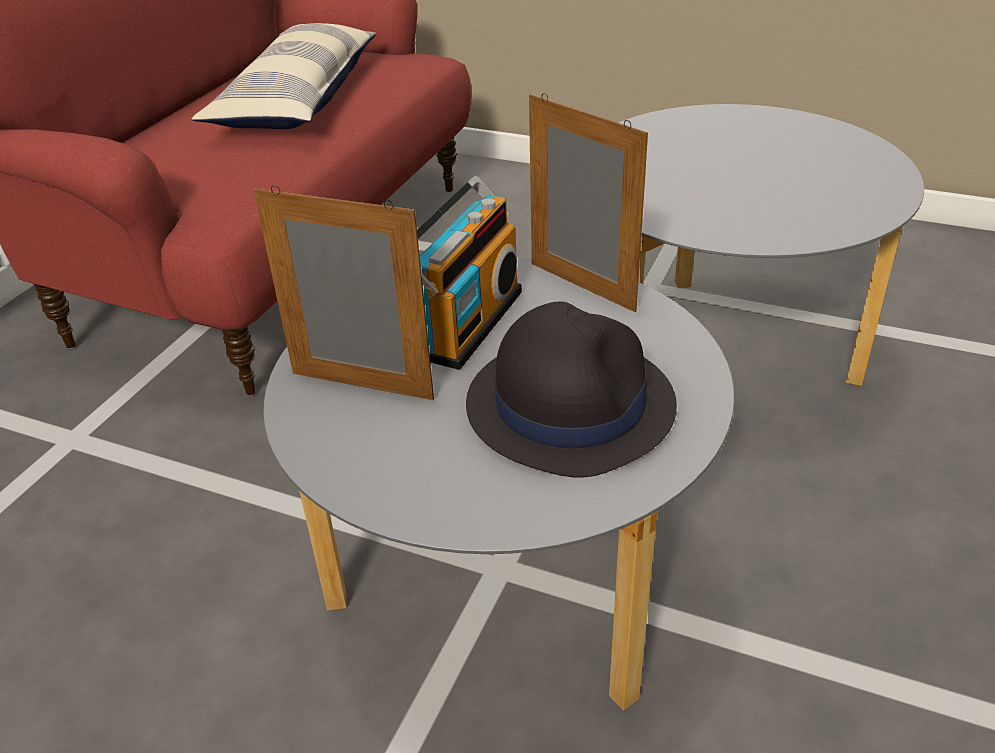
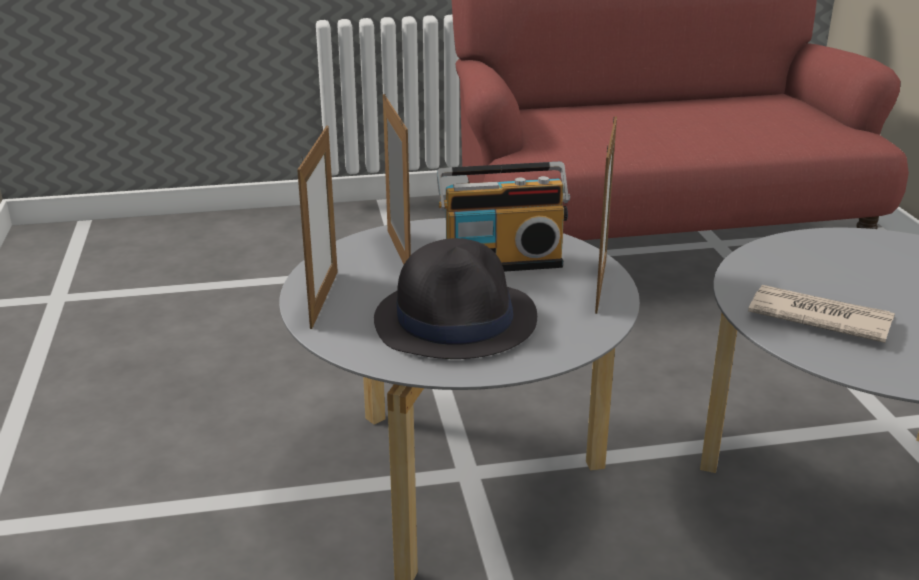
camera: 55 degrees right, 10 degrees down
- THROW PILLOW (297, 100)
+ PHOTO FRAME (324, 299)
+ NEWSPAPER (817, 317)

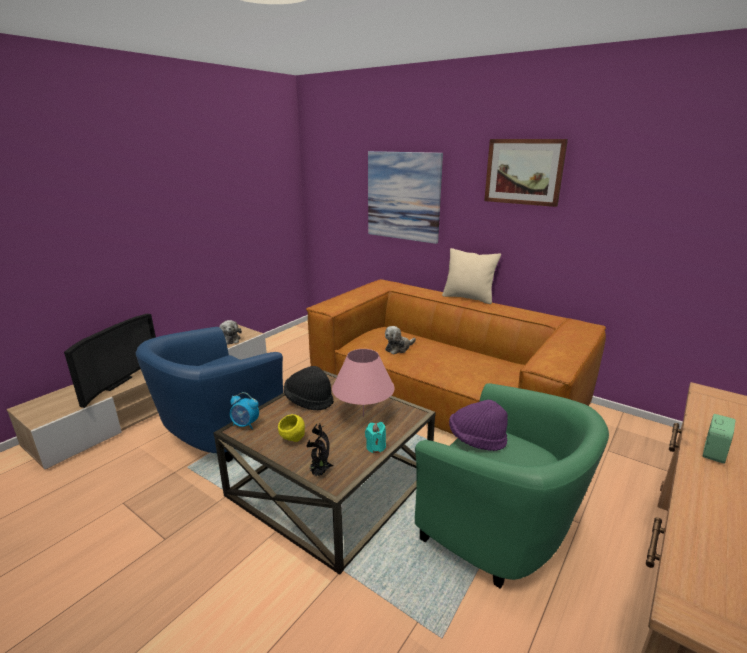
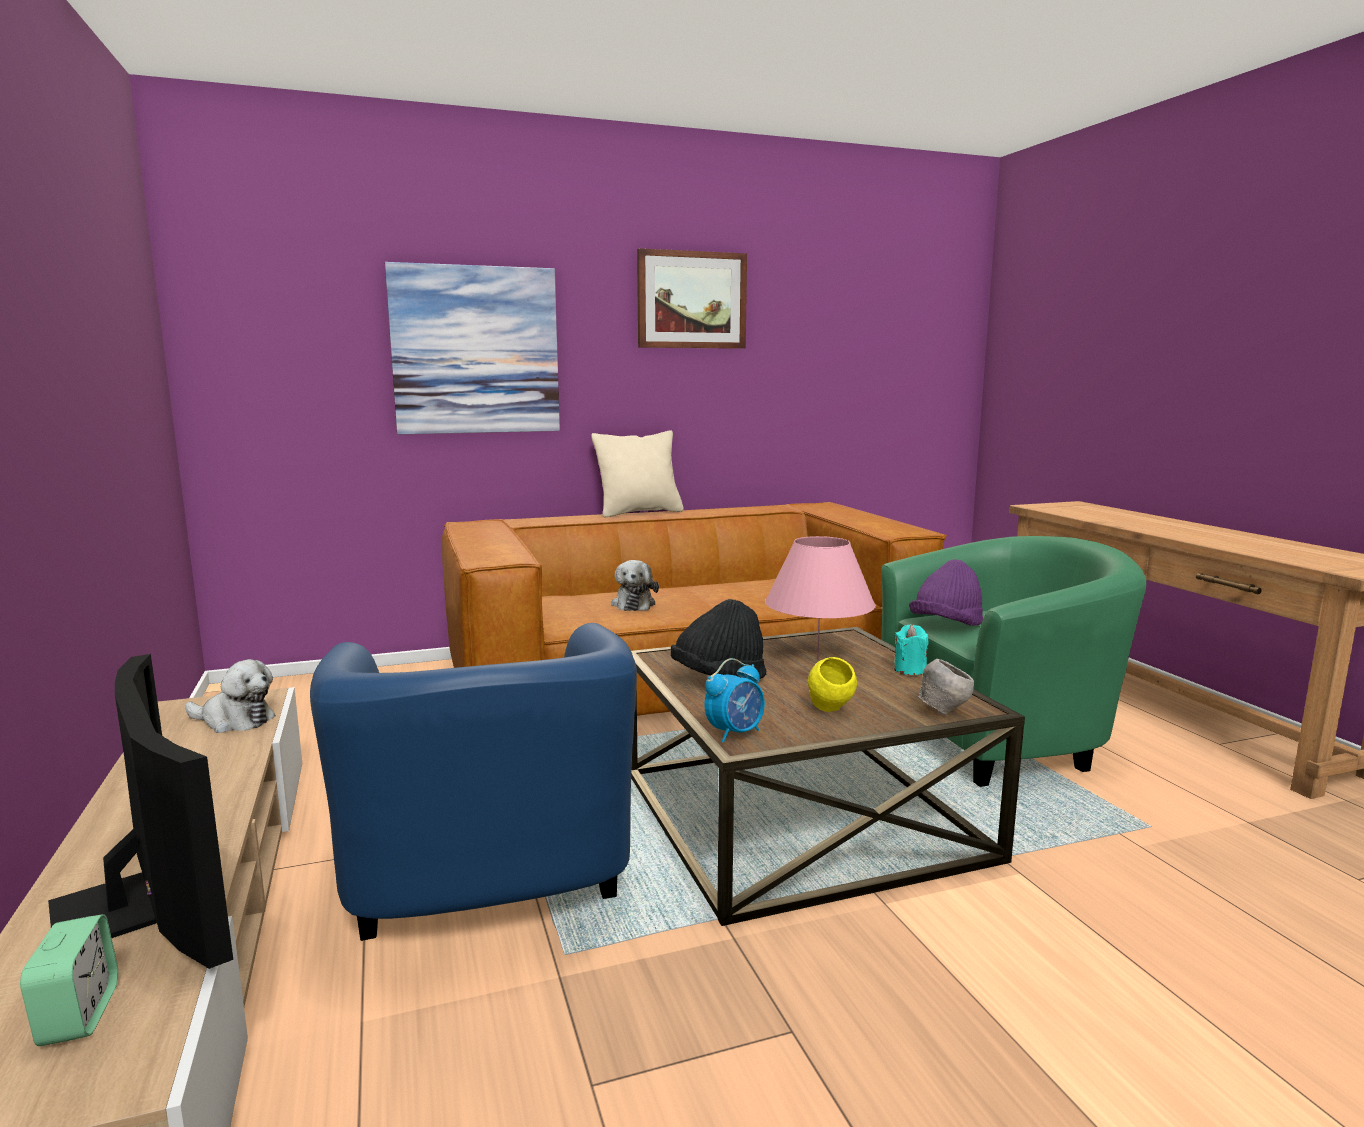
camera: 55 degrees left, 10 degrees down
~ TABLE CLOCK (713, 452) to (78, 1015)
~ POTTED PLANT (319, 473) to GREY SERVING BOWL (943, 712)

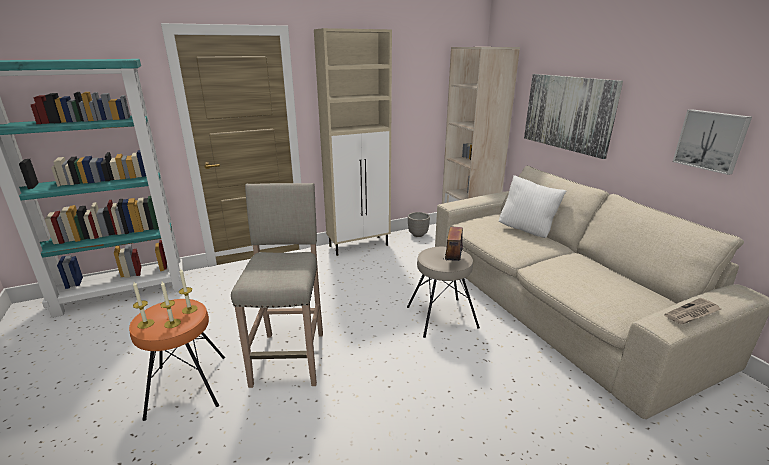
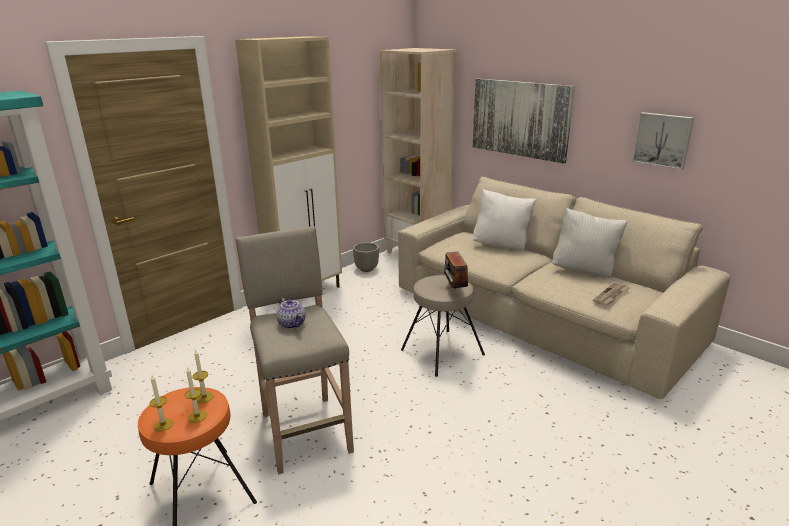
camera: 20 degrees left, 0 degrees up
+ TEA POT (292, 324)
+ WHITISH THROW PILLOW (584, 271)
~ NEWSPAPER (692, 313) to (611, 295)

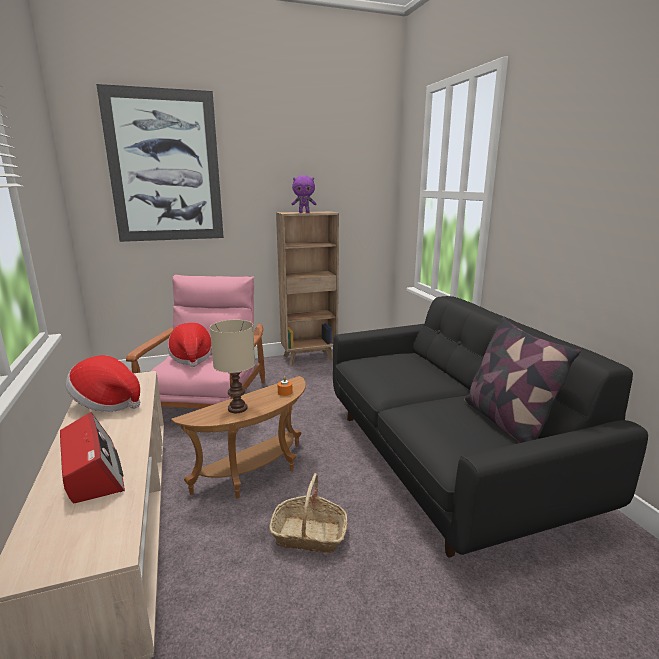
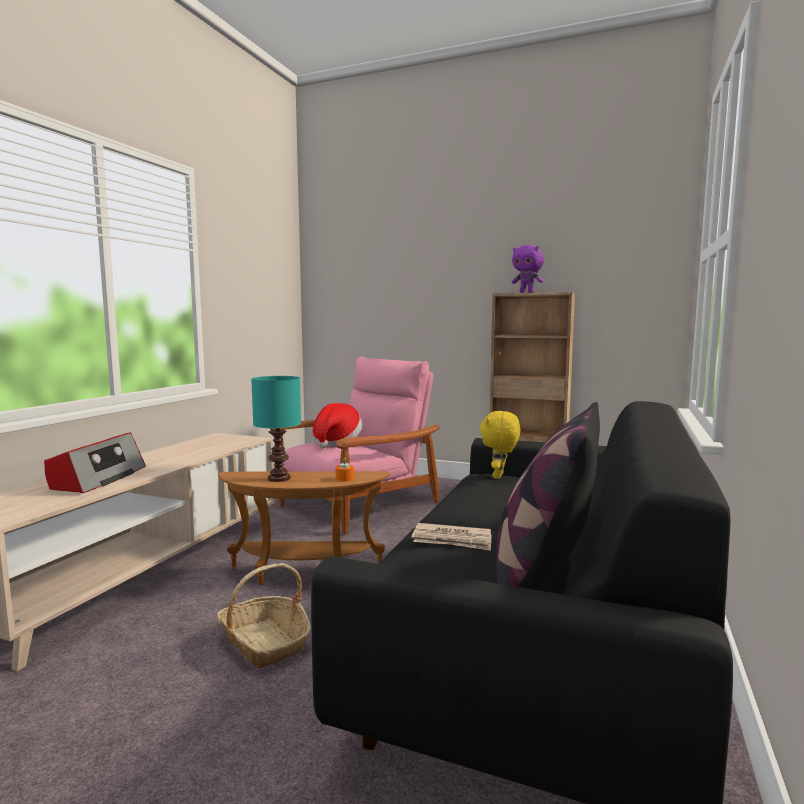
camera: 40 degrees right, 10 degrees down
- HAT (107, 403)
- WALL ART (165, 167)
+ NEWSPAPER (452, 540)
+ YELLOW PLUSH TOY (499, 476)
~ BEIGE-COLOURED TABLETOP LAMP (238, 408) to TURQUOISE-COLOURED TABLETOP LAMP (280, 478)

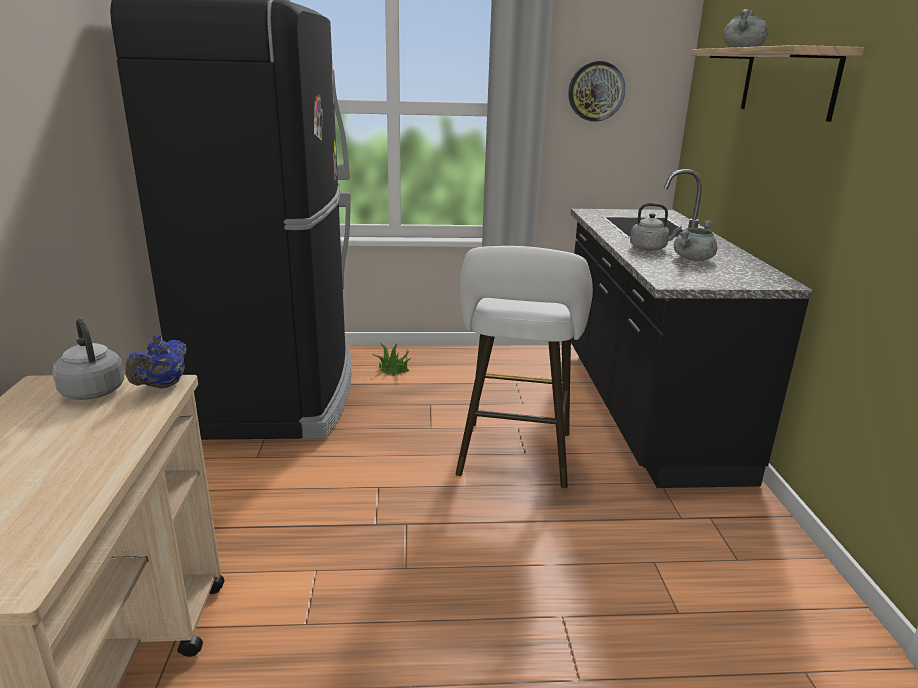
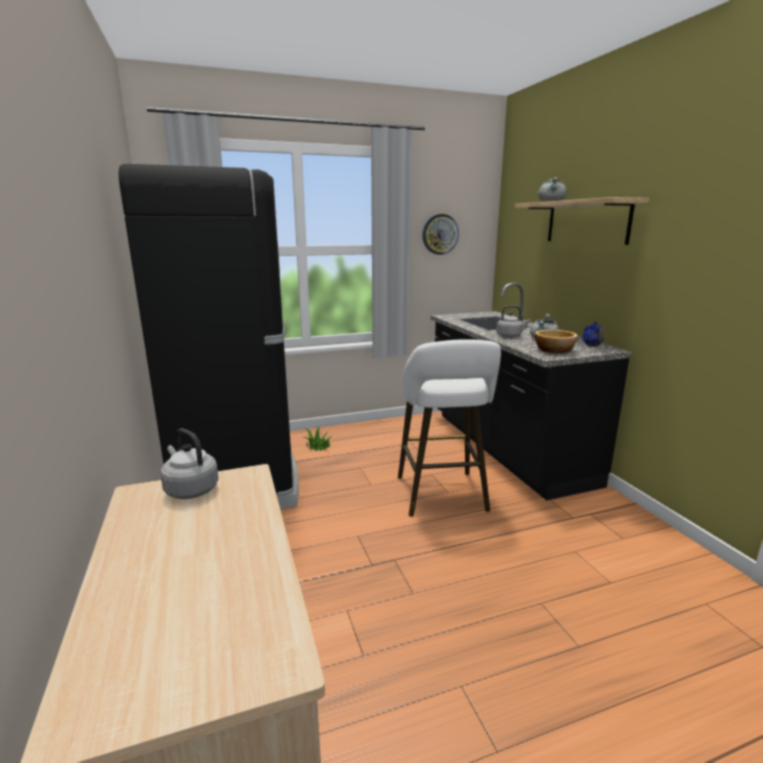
camera: 15 degrees left, 5 degrees down
+ SERVING BOWL (554, 350)
~ BLUISH TEA POT (162, 386) to (592, 346)

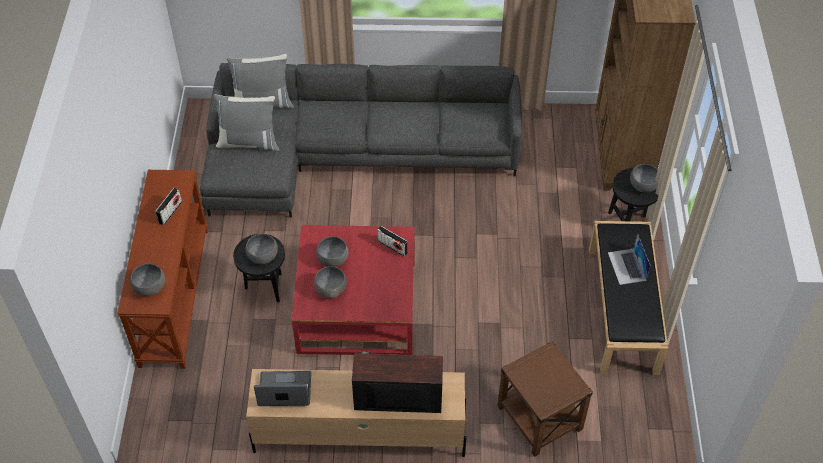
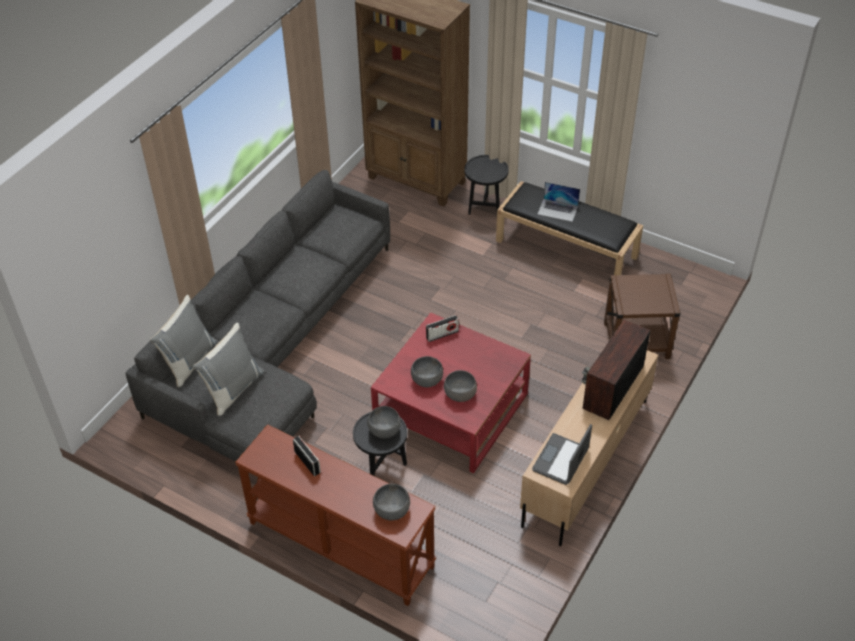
camera: 60 degrees left, 5 degrees down
- GREY SERVING BOWL (643, 185)

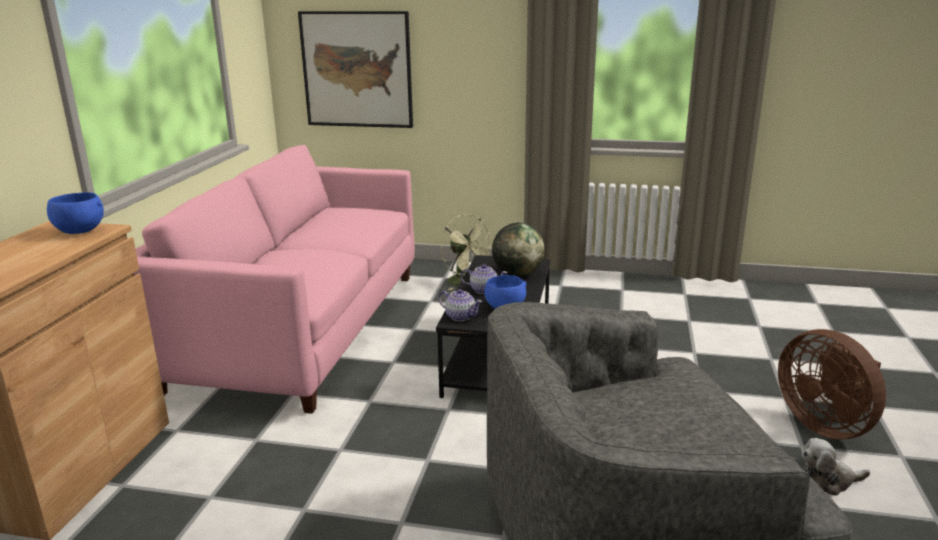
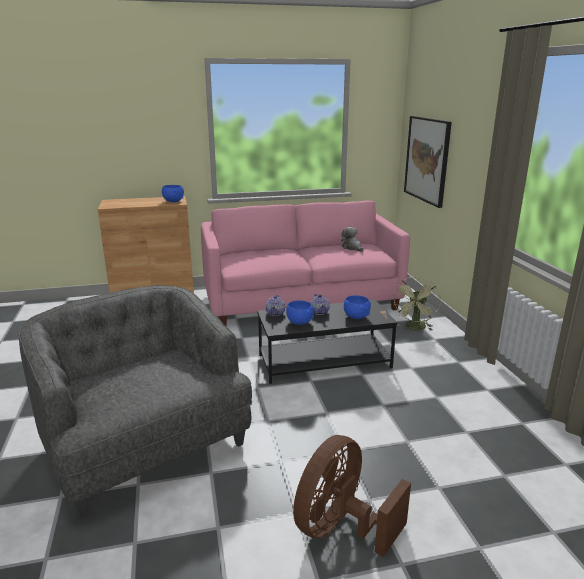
camera: 65 degrees right, 0 degrees up
~ PLUSH TOY (828, 481) to (352, 248)
~ DESK GLOBE (517, 274) to BLUISH SERVING BOWL (356, 316)

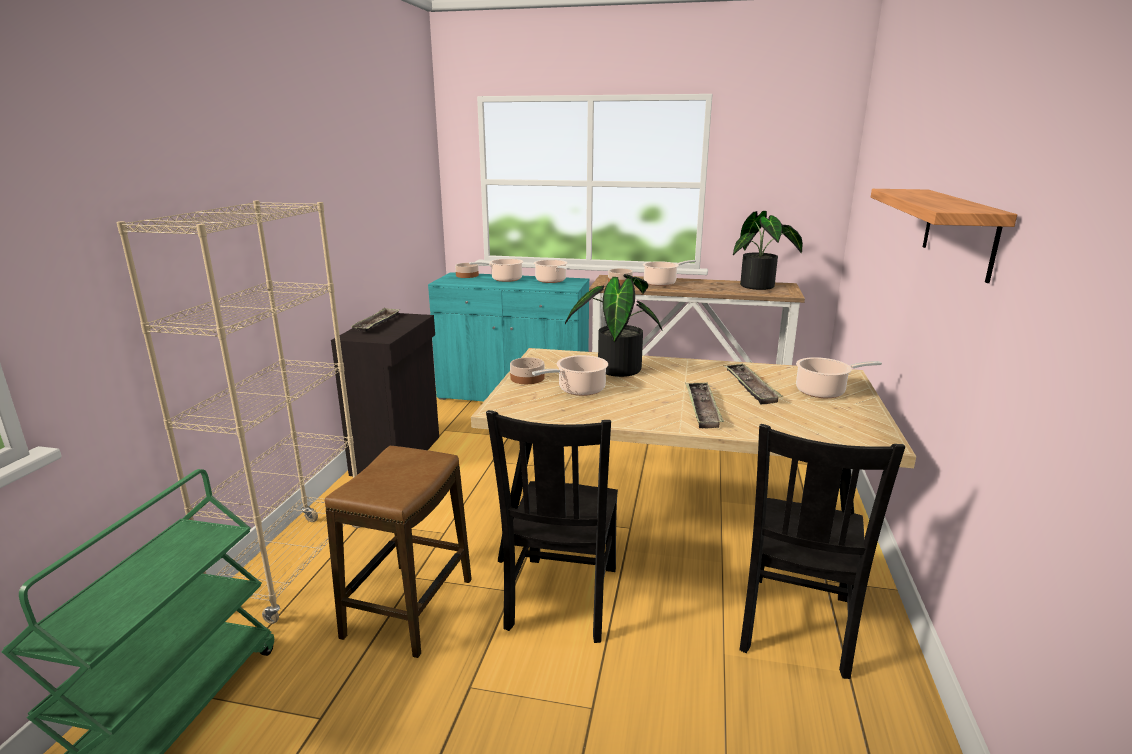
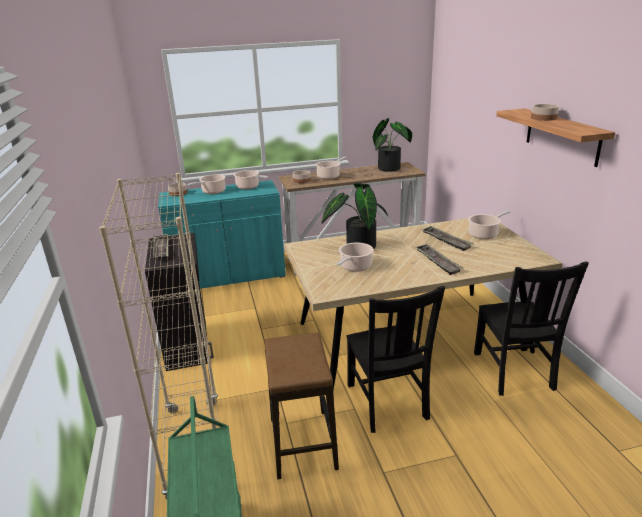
camera: 25 degrees left, 5 degrees up
~ SERVING BOWL (528, 378) to (544, 118)

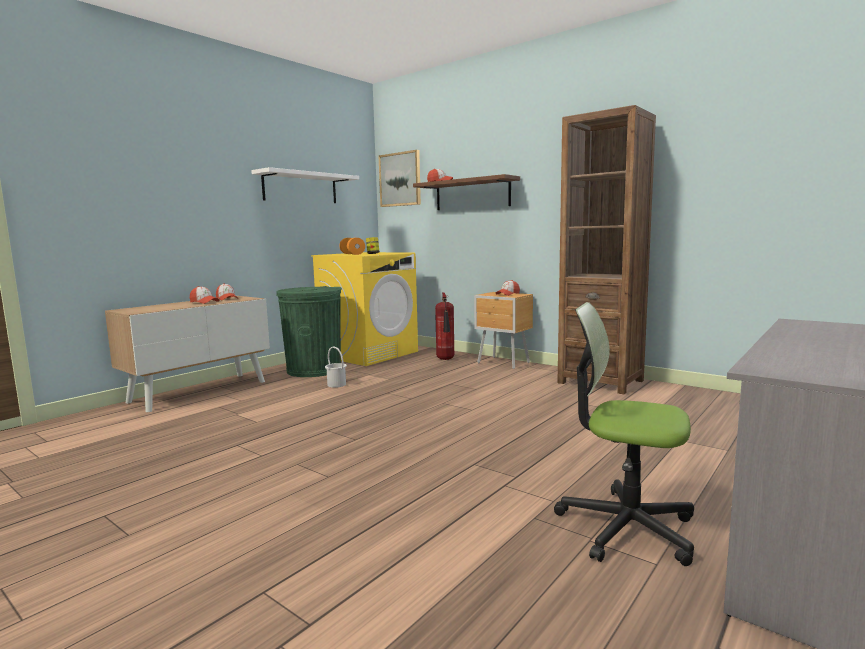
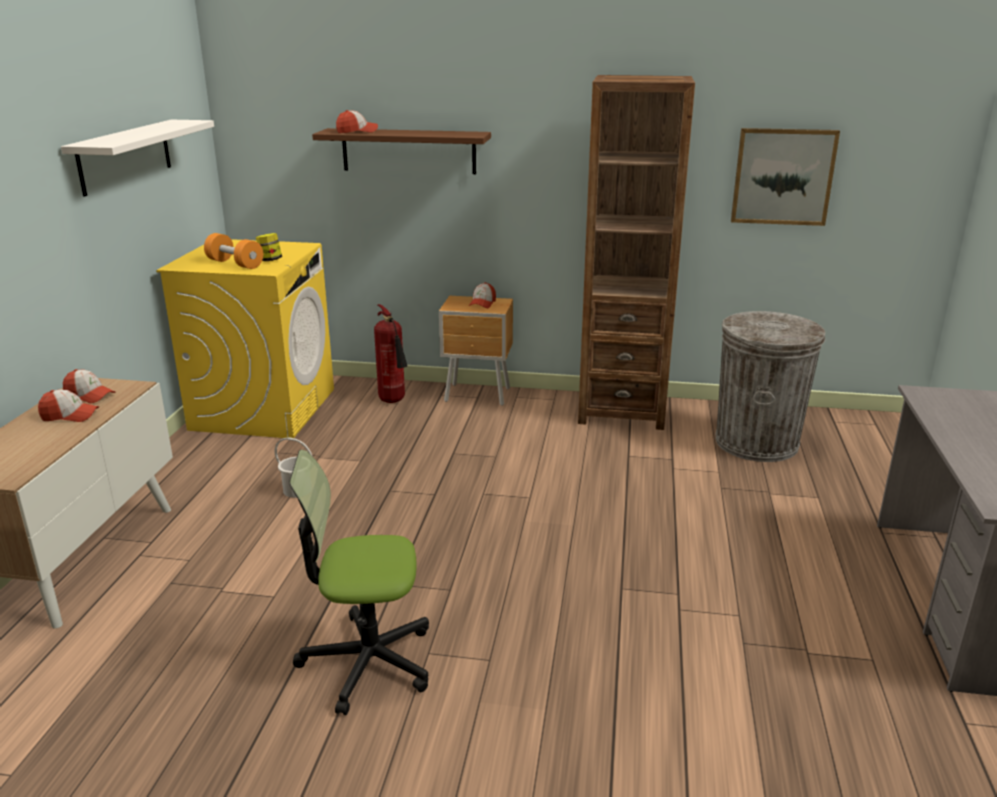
camera: 30 degrees left, 15 degrees up
- GREENISH RUBBISH BIN (314, 370)
+ GREY RUBBISH BIN (757, 442)
~ WALL ART (400, 179) to (783, 176)
~ COMPUTER CHAIR (625, 527) to (367, 661)

